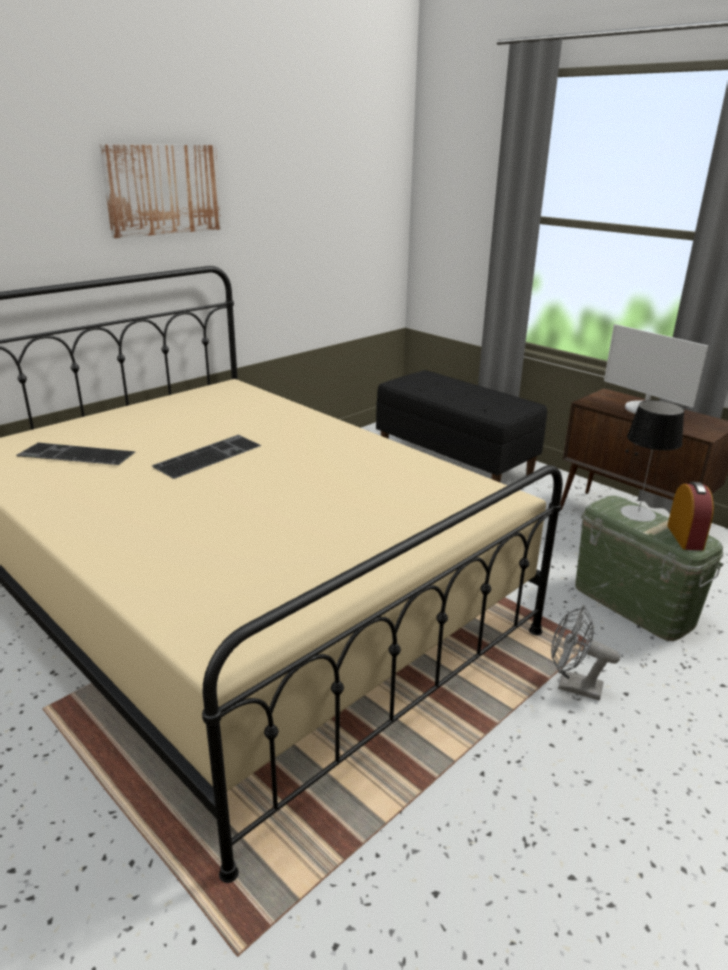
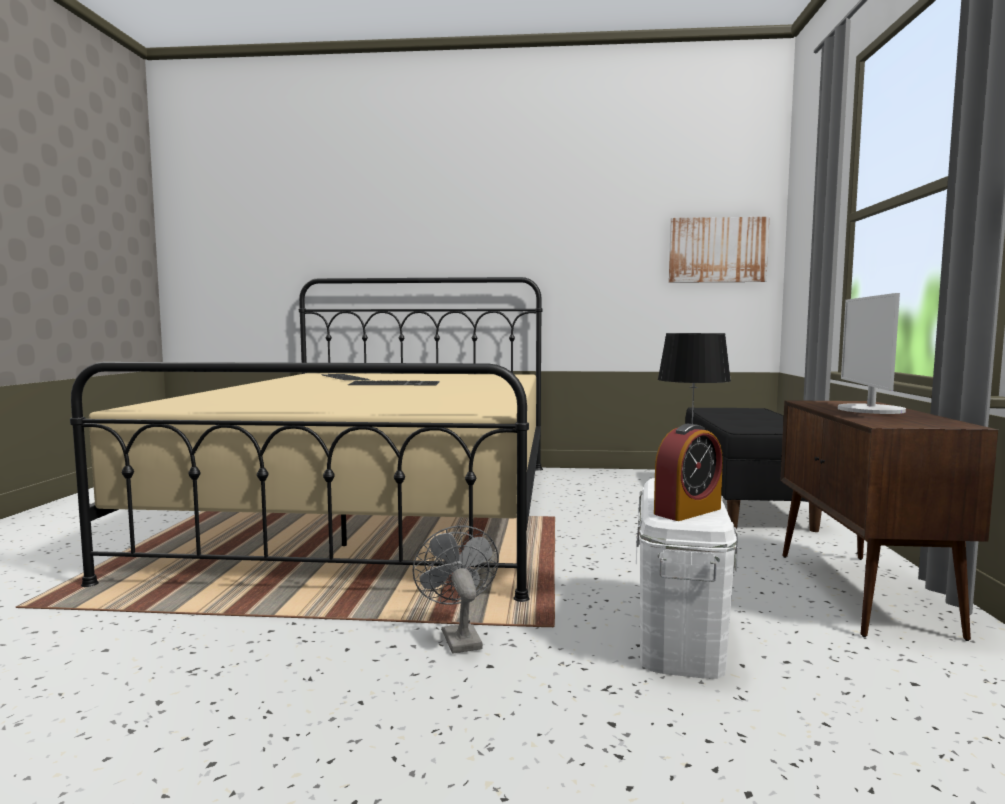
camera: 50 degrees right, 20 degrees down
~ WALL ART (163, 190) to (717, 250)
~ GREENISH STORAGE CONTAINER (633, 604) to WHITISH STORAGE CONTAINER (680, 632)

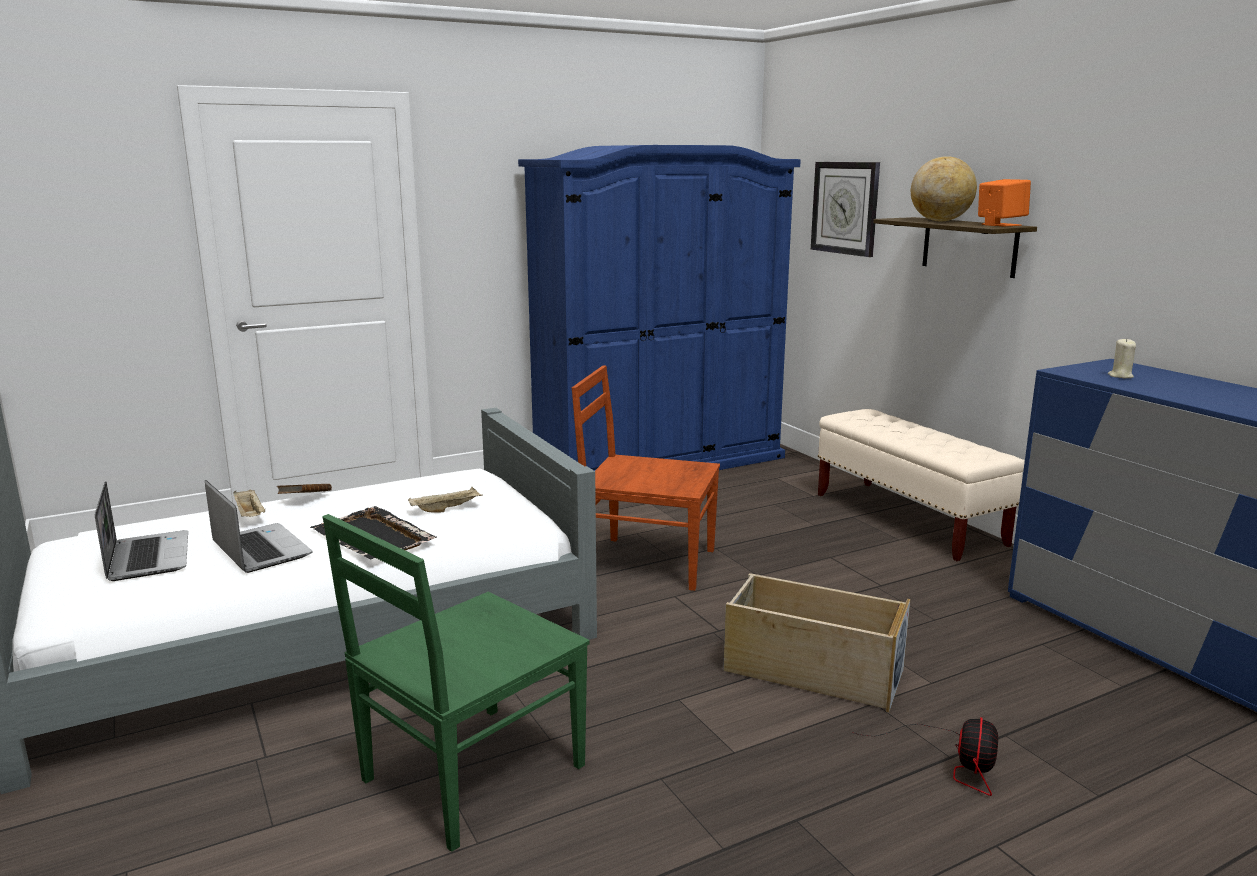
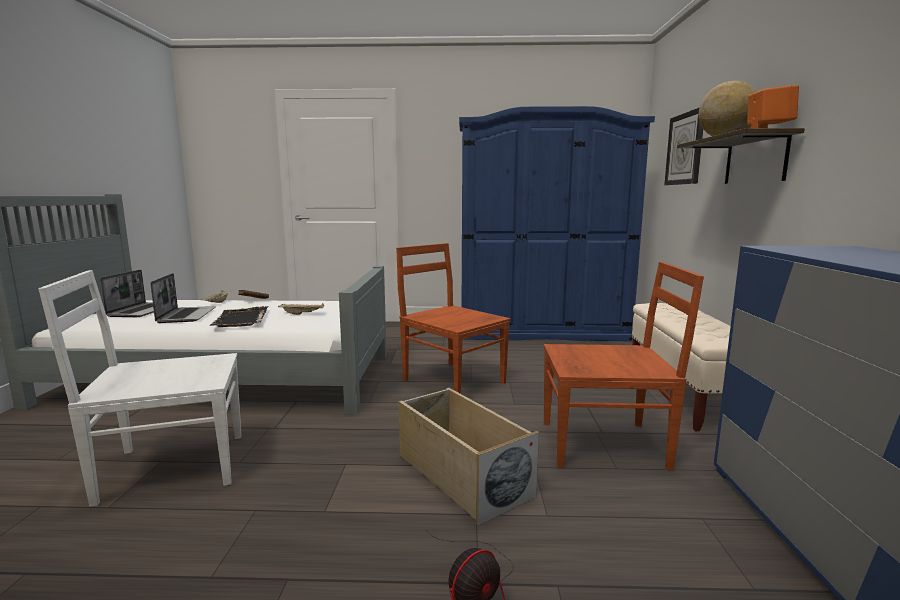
camera: 30 degrees right, 5 degrees down
- BEIGE-COLOURED CANDLE (1120, 376)
+ BROWN-COLOURED CHAIR (606, 444)
~ GREENISH CHAIR (469, 775) to WHITISH CHAIR (170, 467)

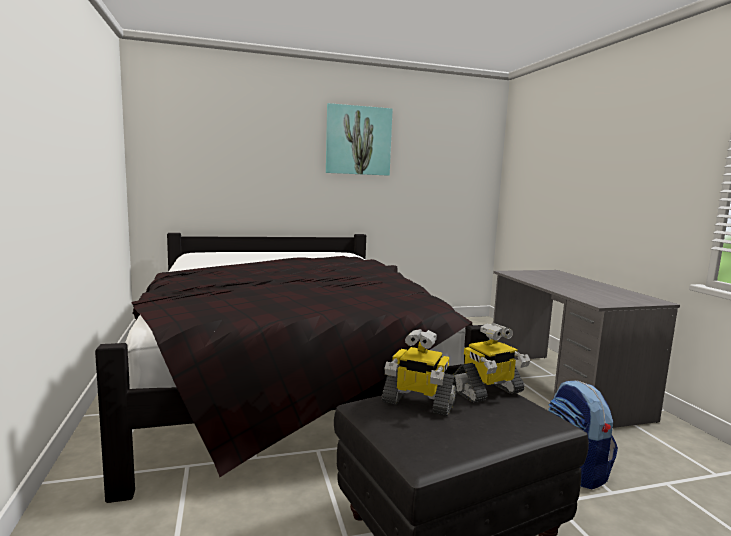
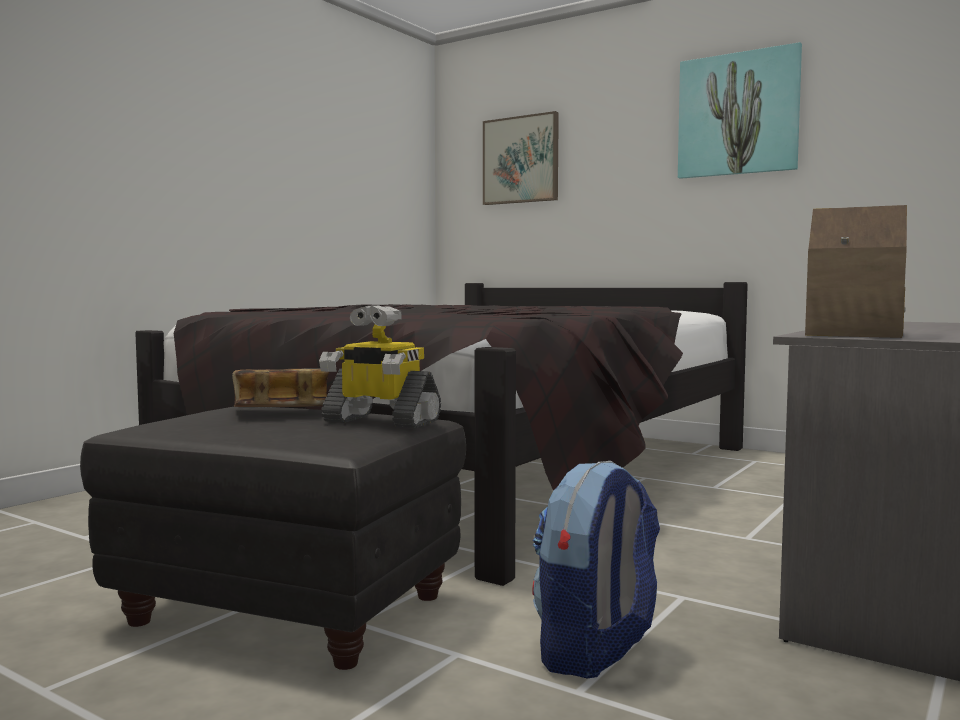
camera: 50 degrees right, 5 degrees down
+ WALL ART (521, 160)
+ TOY HOUSE (852, 334)
~ TOY ROBOT (418, 403) to VOLUME (280, 412)

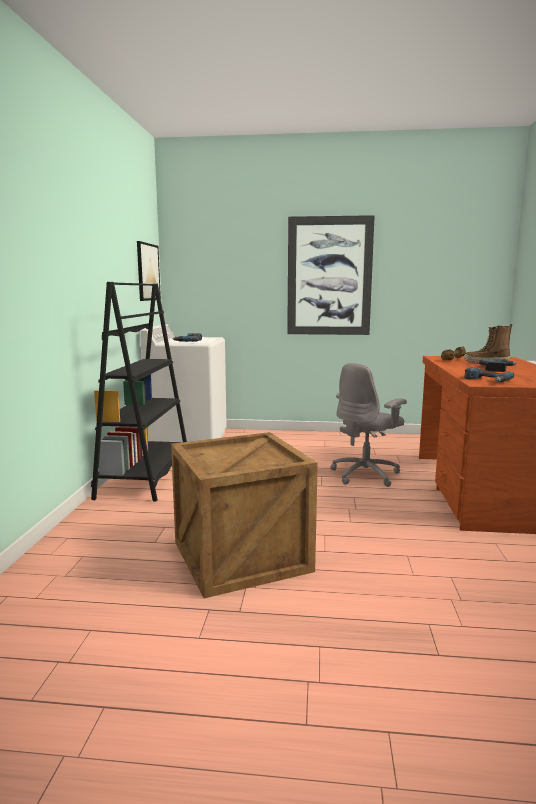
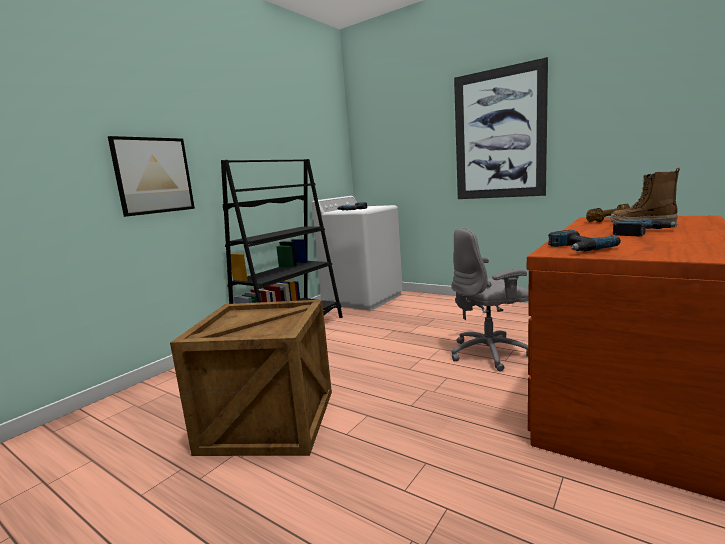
camera: 30 degrees right, 0 degrees up
~ WALL ART (148, 272) to (153, 175)

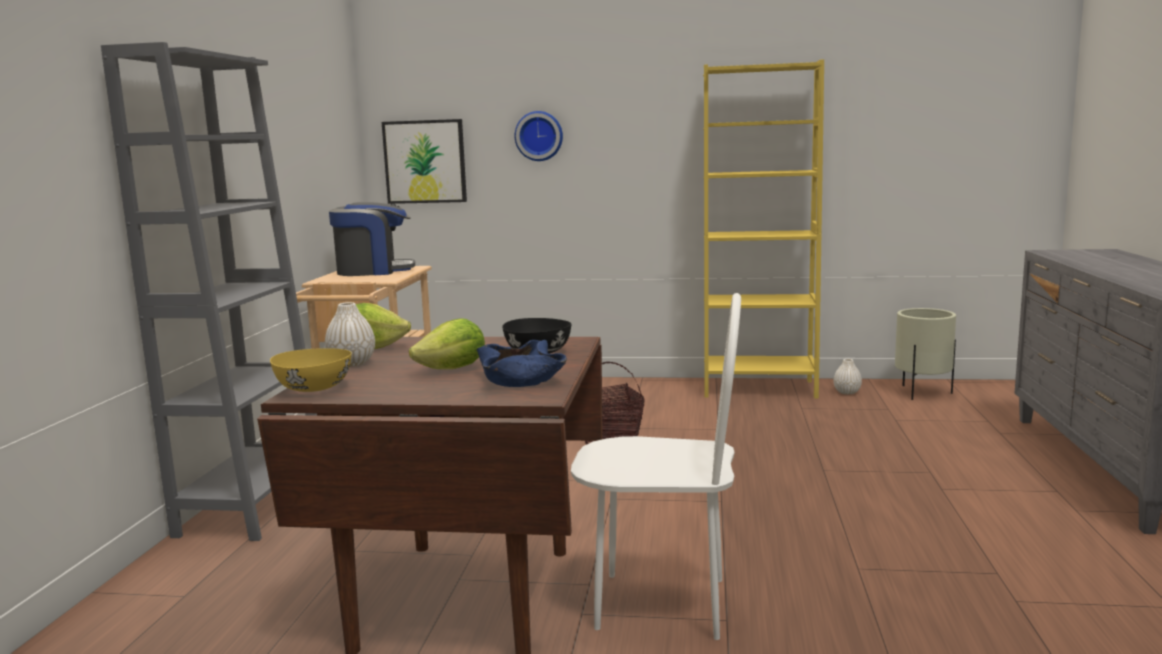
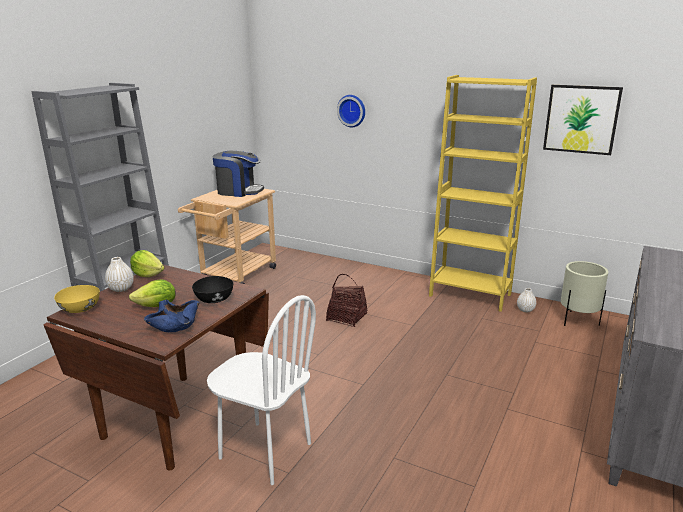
camera: 20 degrees right, 10 degrees up
~ WALL ART (425, 161) to (581, 119)

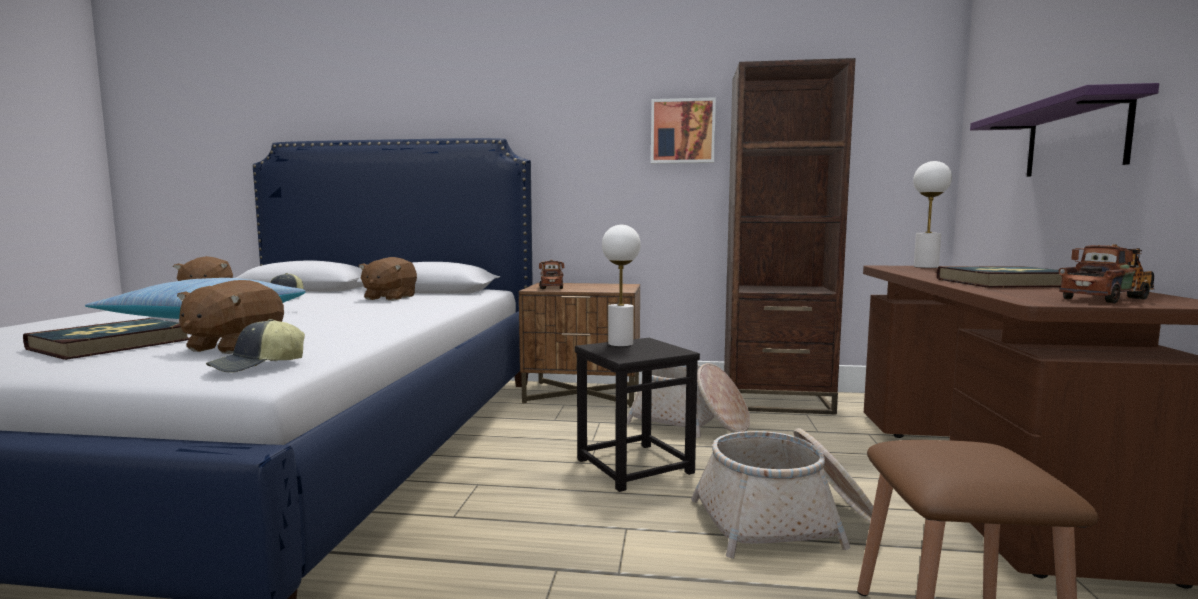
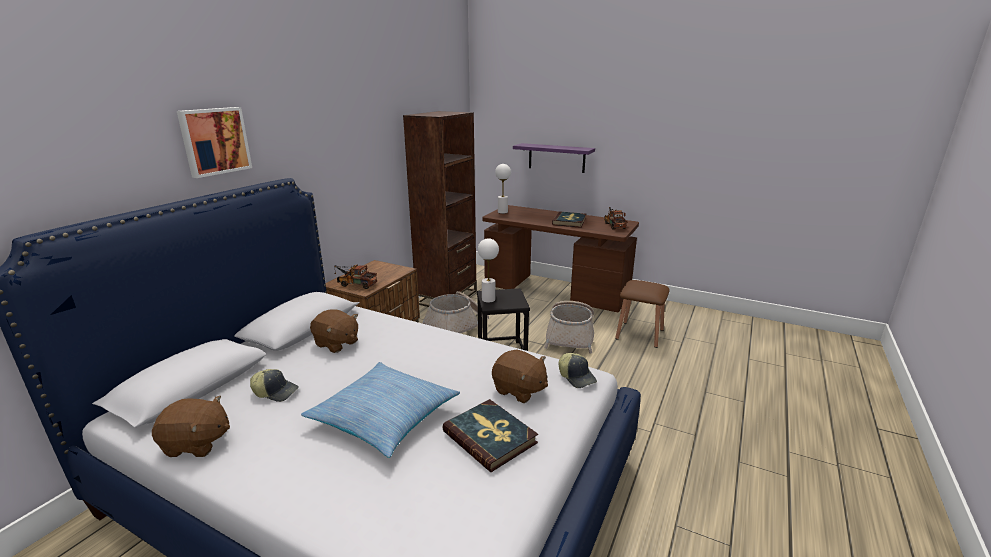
camera: 70 degrees left, 15 degrees up
~ WALL ART (682, 131) to (214, 141)

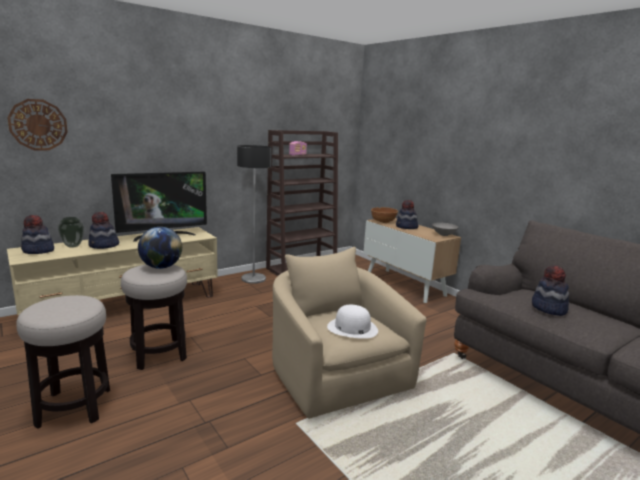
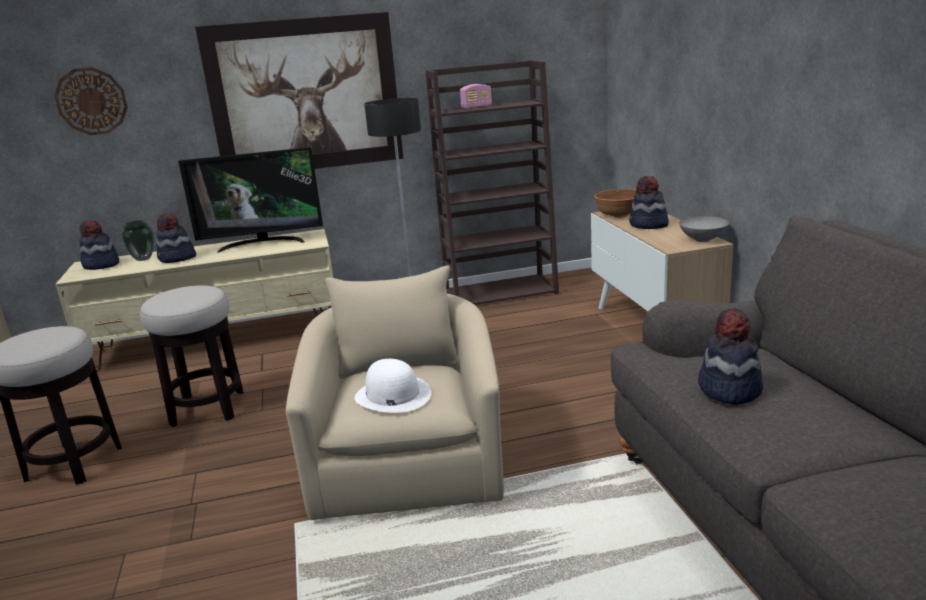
camera: 25 degrees right, 5 degrees up
- DESK GLOBE (161, 267)
+ WALL ART (305, 96)

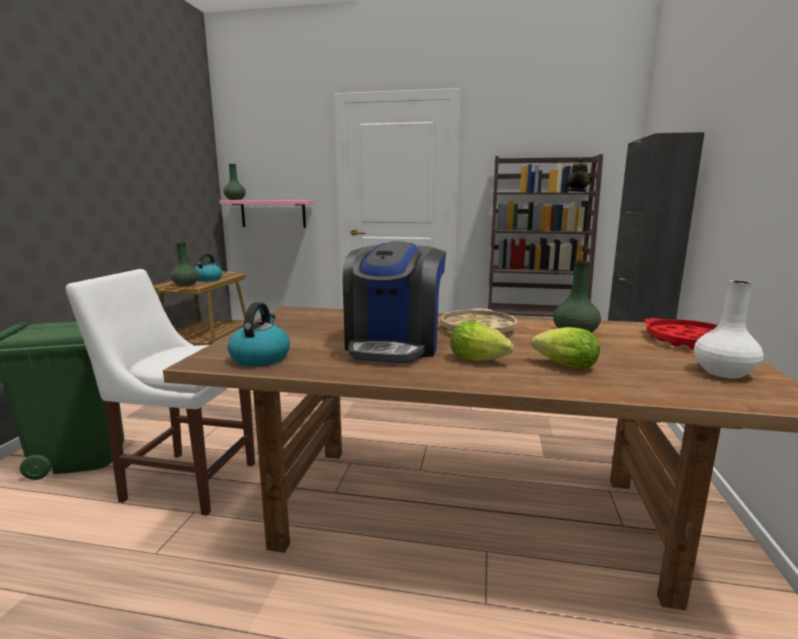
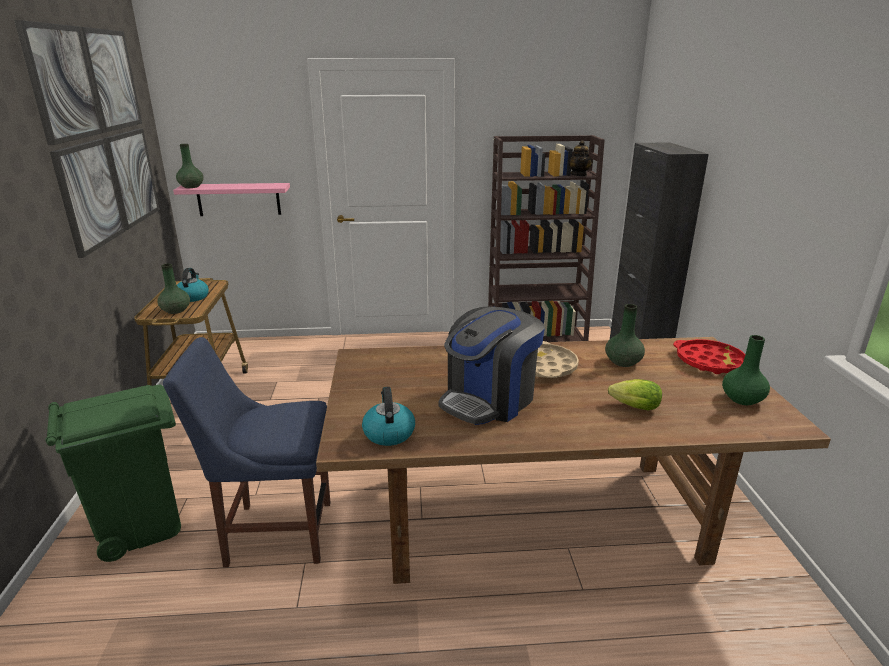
camera: 15 degrees left, 10 degrees up
- HEAD OF LETTUCE (481, 361)
+ WALL ART (100, 135)
~ WHITISH CHAIR (185, 480) to BLUISH CHAIR (273, 532)
~ WHITISH VASE (723, 372) to GREENISH VASE (742, 399)
~ COFFEE MACHINE (394, 345) = (489, 399) 45 degrees clockwise

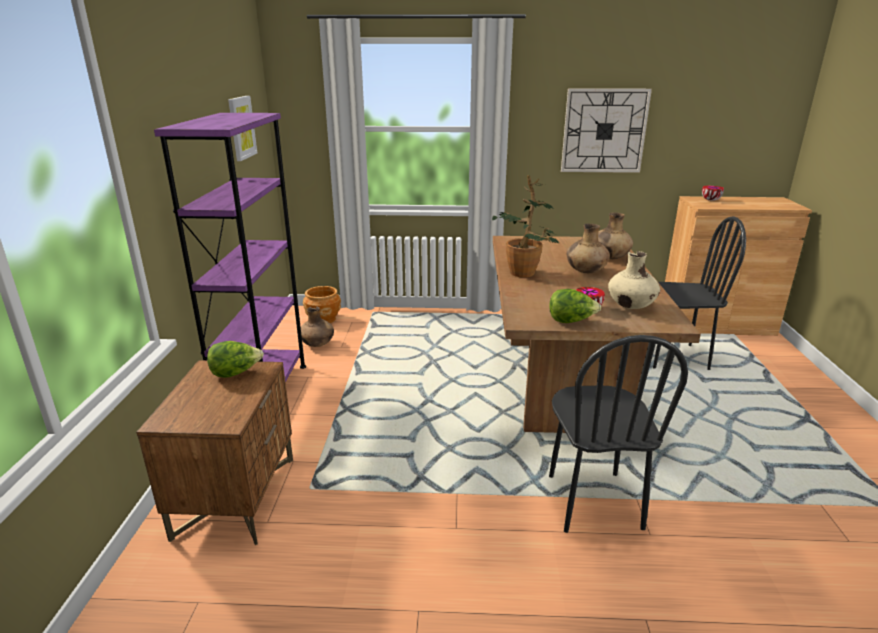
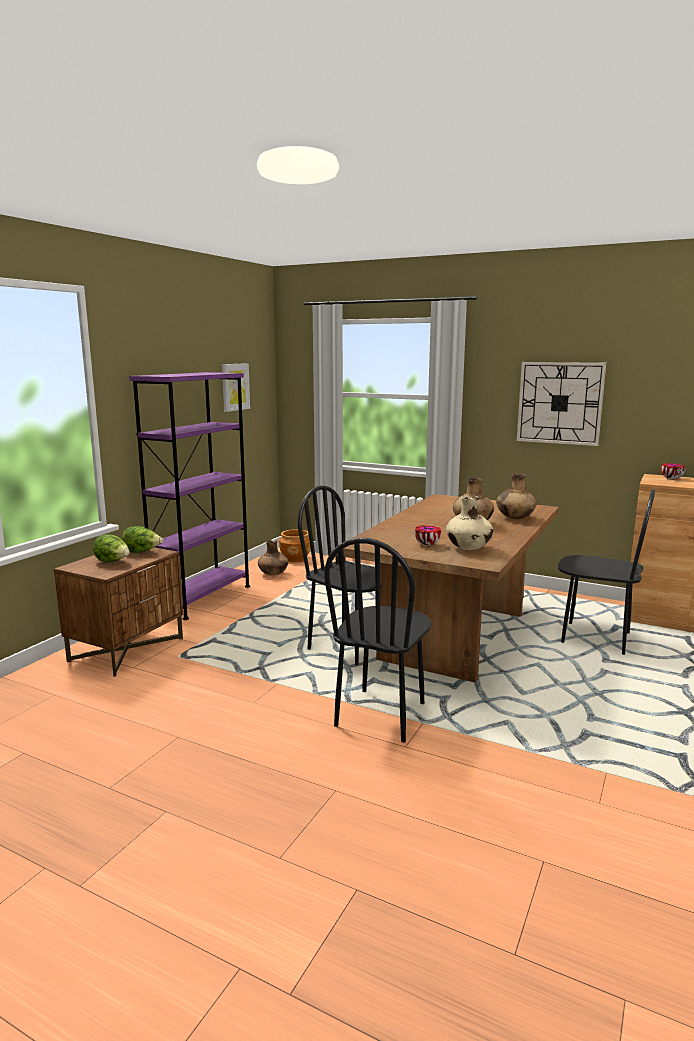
camera: 25 degrees right, 10 degrees down
- POTTED PLANT (524, 275)
+ BLACKISH CHAIR (349, 647)
~ HEAD OF LETTUCE (571, 321) to (113, 562)

